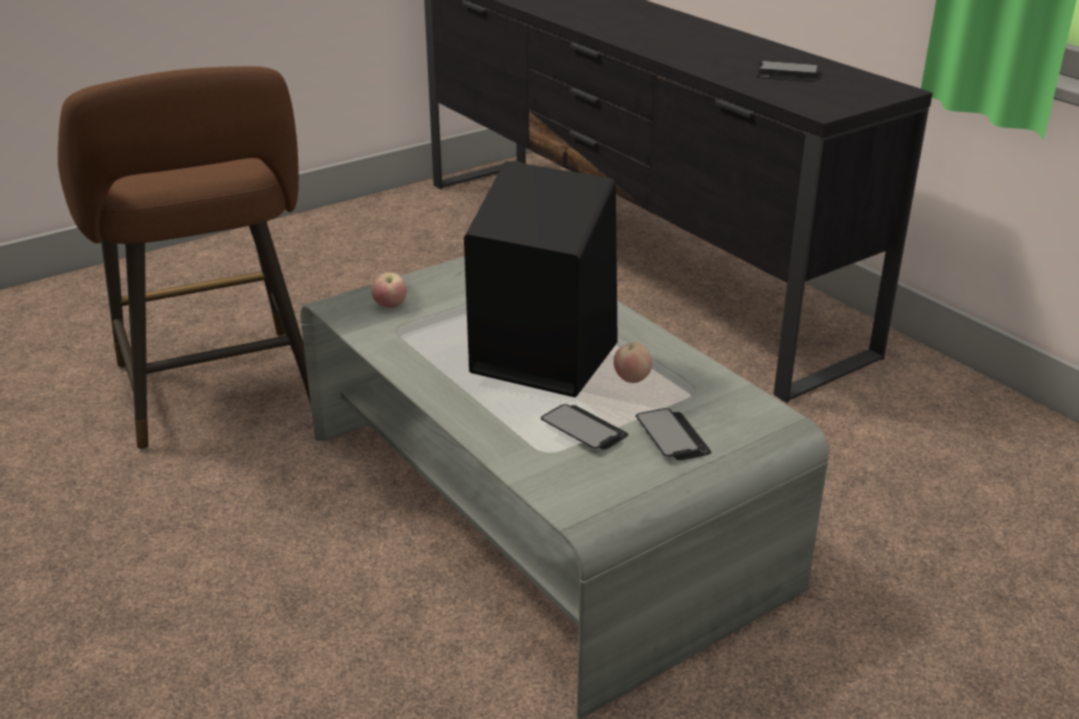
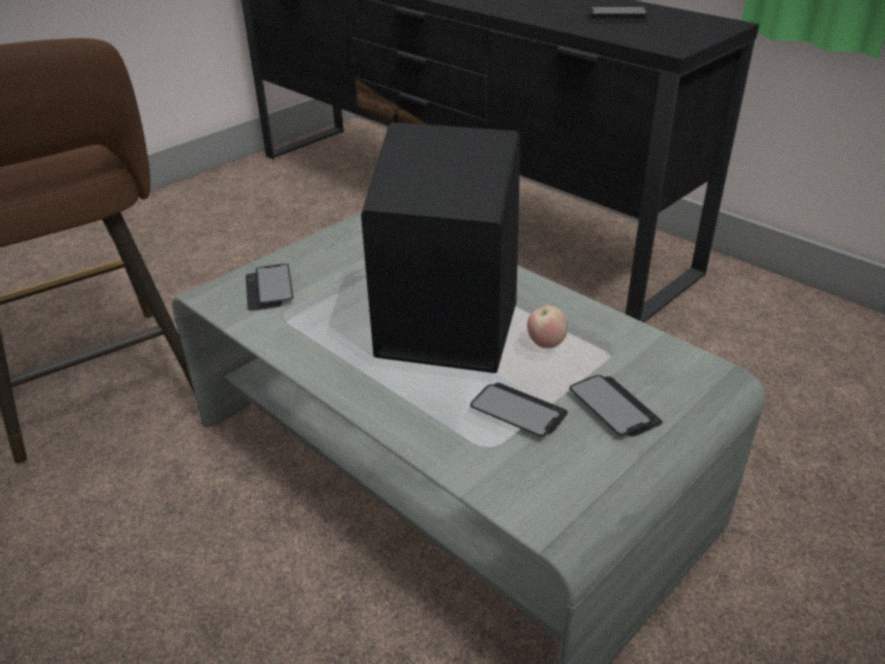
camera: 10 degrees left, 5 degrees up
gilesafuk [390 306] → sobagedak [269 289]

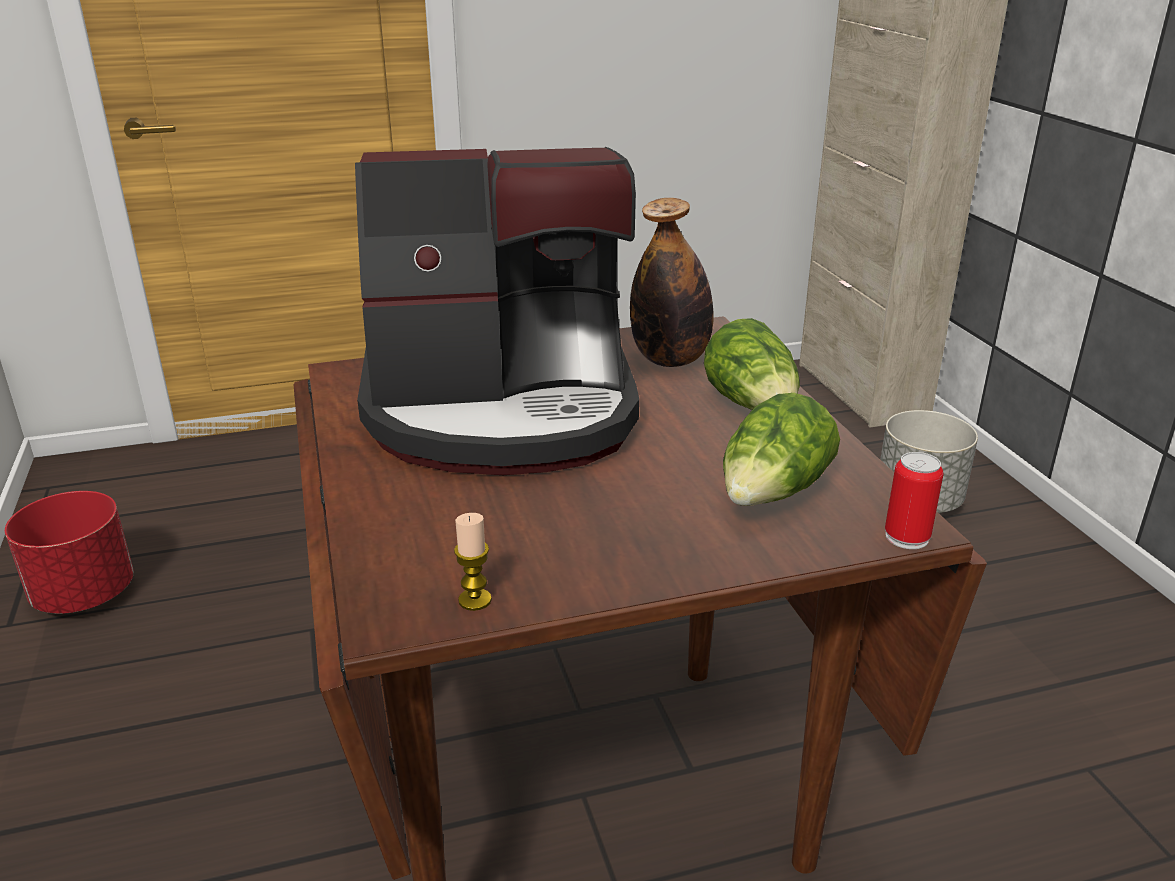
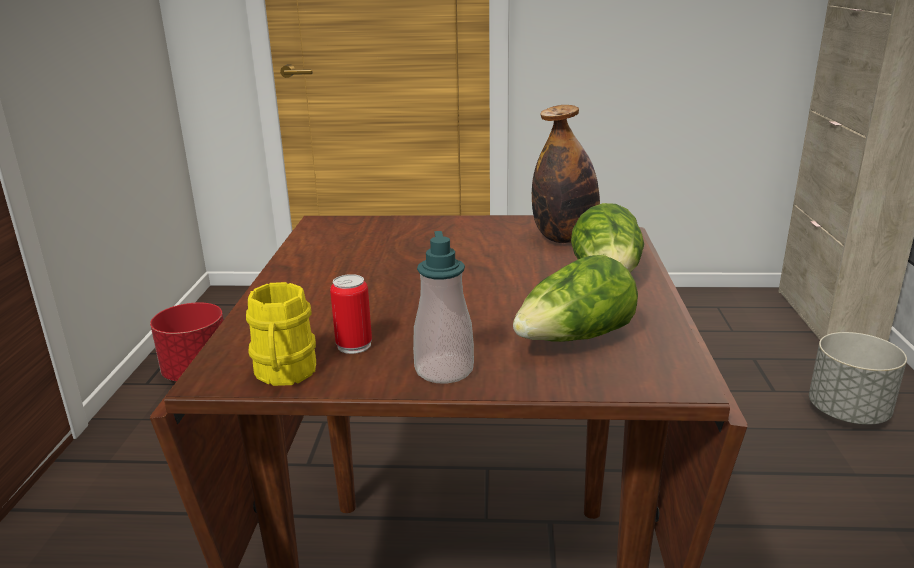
camera: 20 degrees right, 5 degrees down
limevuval [503 410] → -
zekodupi [475 600] → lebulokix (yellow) [284 374]
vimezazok [907 537] → vimezazok [354 345], move
- → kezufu [444 370]

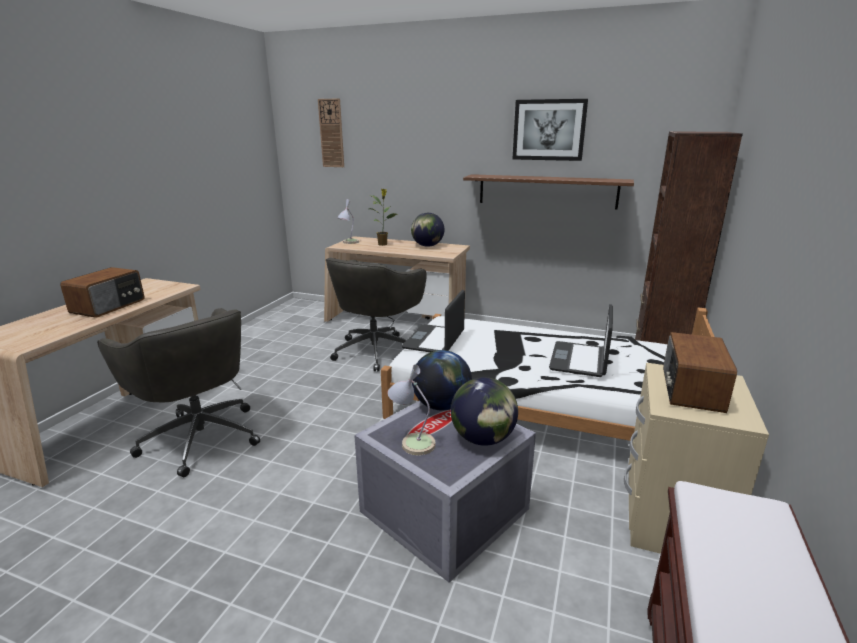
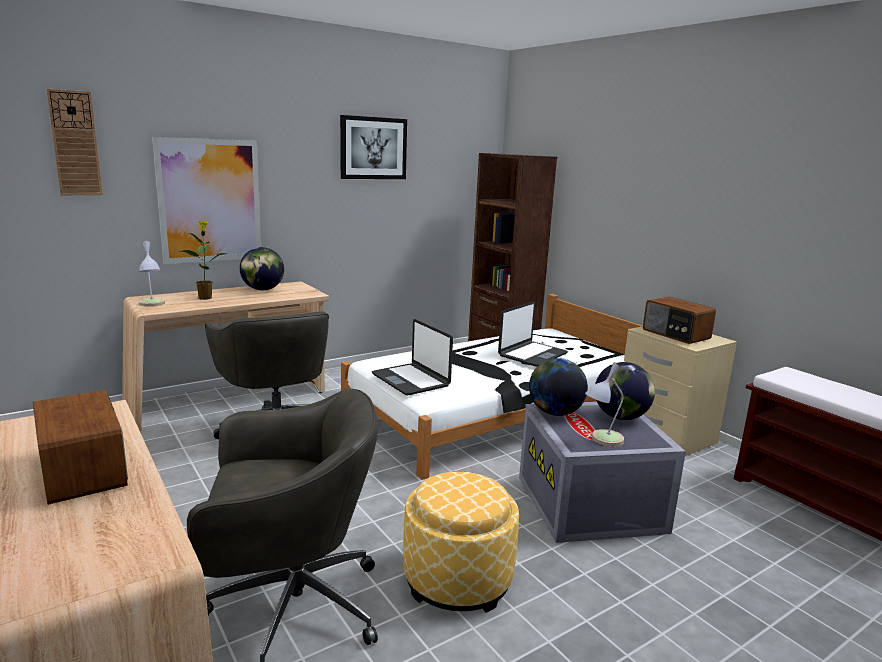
camera: 55 degrees left, 5 degrees down
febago [547 191] → -
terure [579 360] → terure [532 354], 105 degrees counterclockwise
- → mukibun [210 201]
- → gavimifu [457 579]

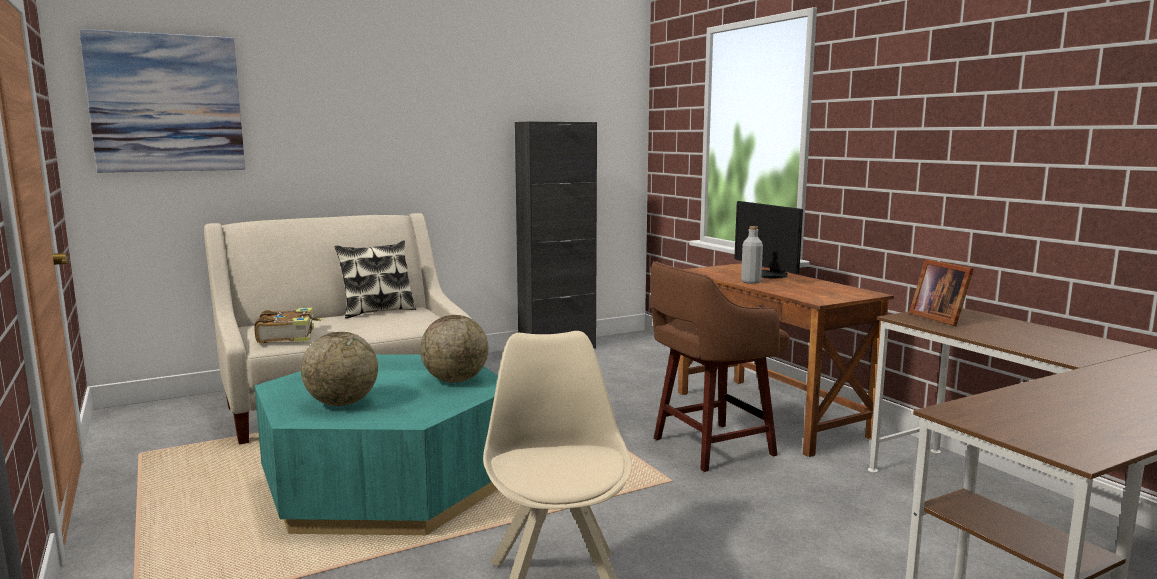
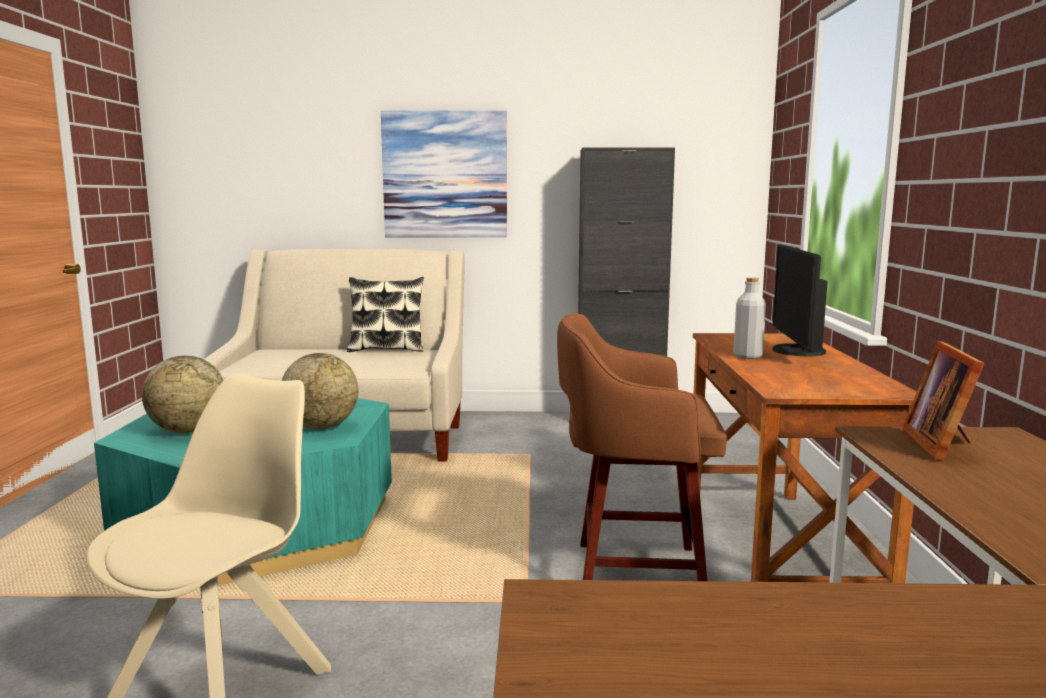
camera: 30 degrees right, 0 degrees up
mukibun [166 103] → mukibun [445 175], move
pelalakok [288 336] → -

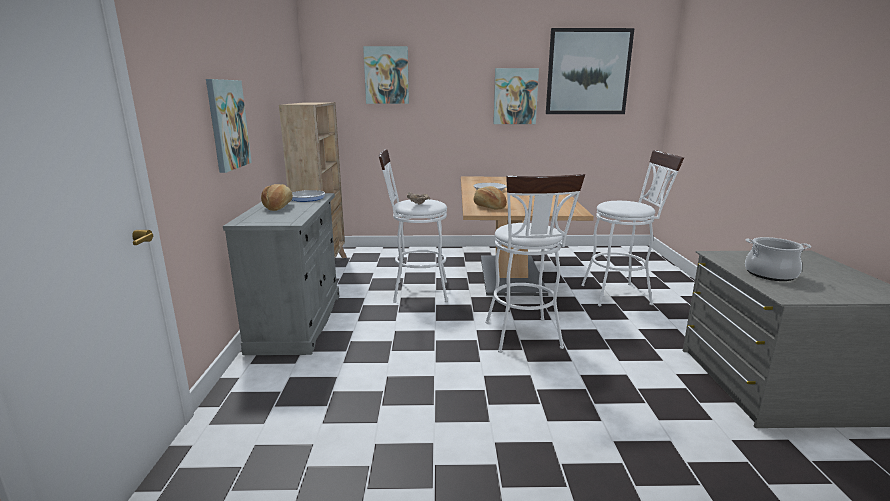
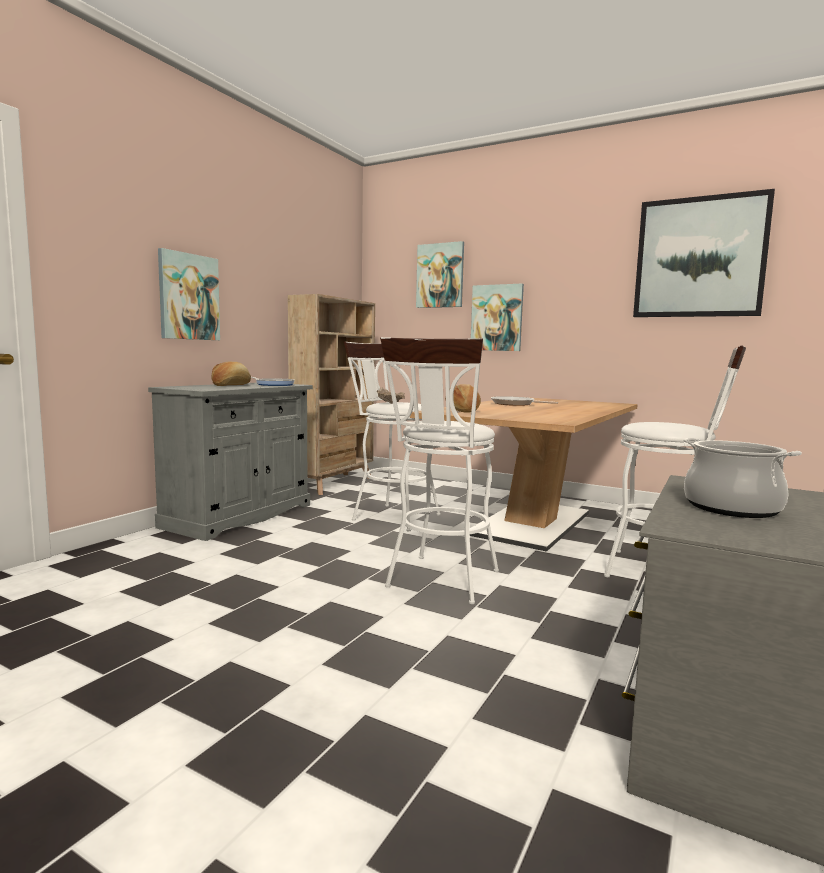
camera: 30 degrees right, 10 degrees down
mukibun [515 96] → mukibun [497 318], move

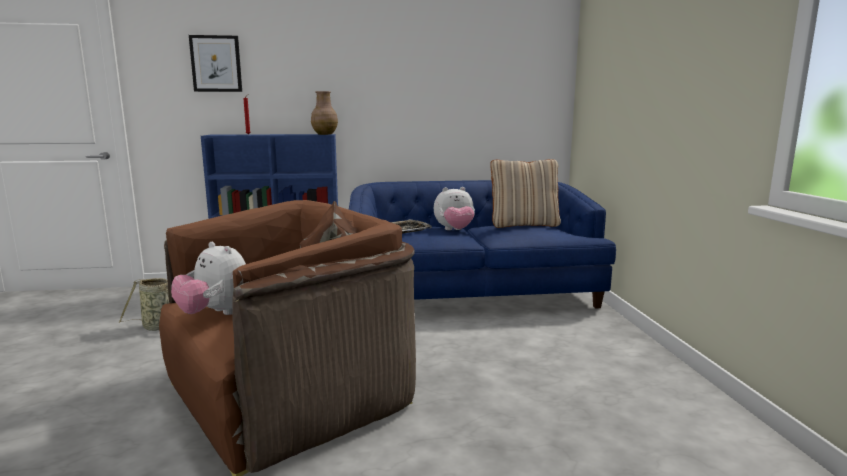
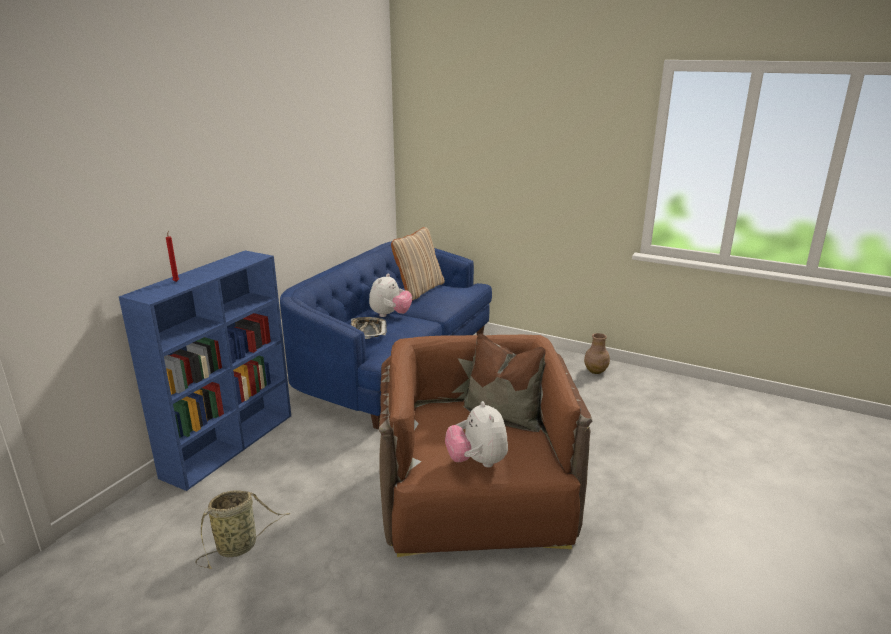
camera: 55 degrees left, 10 degrees up
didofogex [216 314] → didofogex [477 462], 90 degrees clockwise
mukibun [216 64] → -
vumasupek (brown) [324 134] → vumasupek (brown) [595 371], move

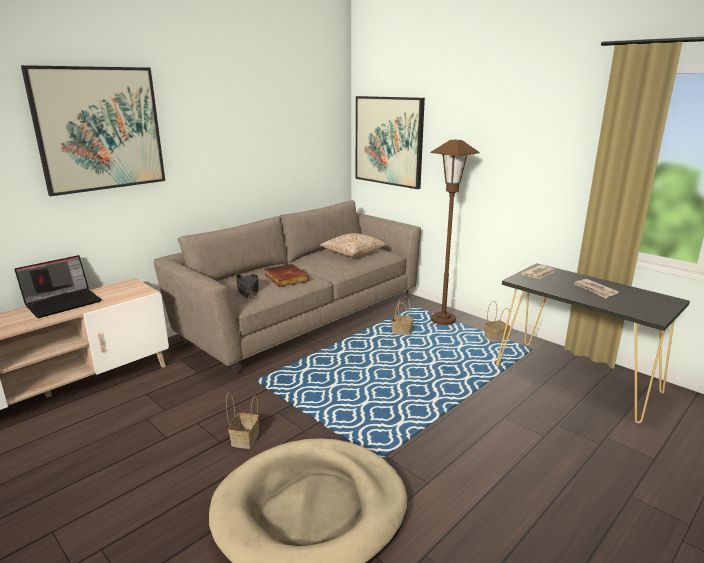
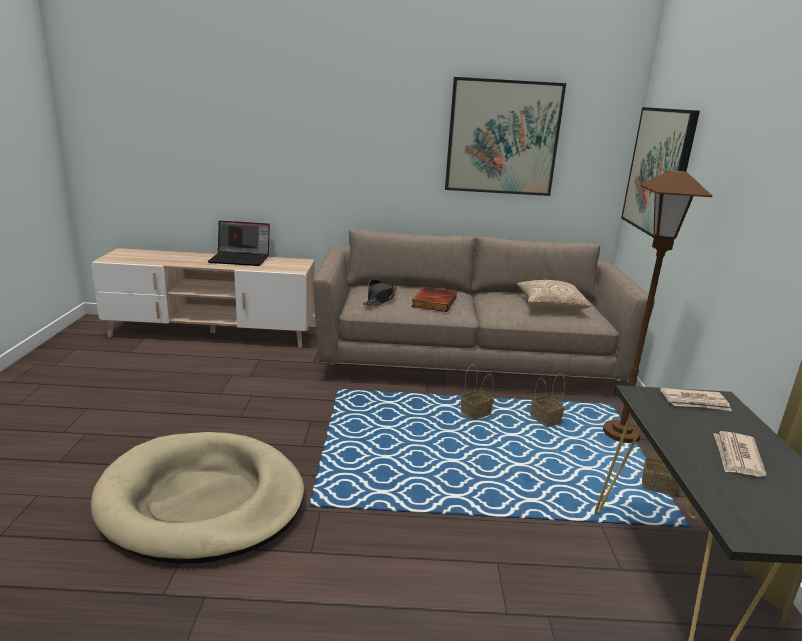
camera: 45 degrees right, 0 degrees up
mukibun [99 129] → mukibun [502 137], move
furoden [245 438] → furoden [475 413], move

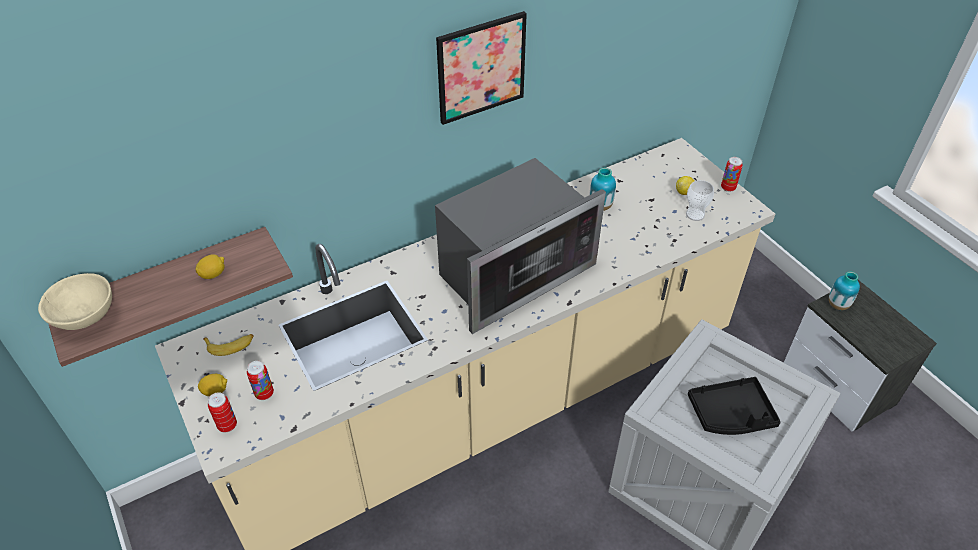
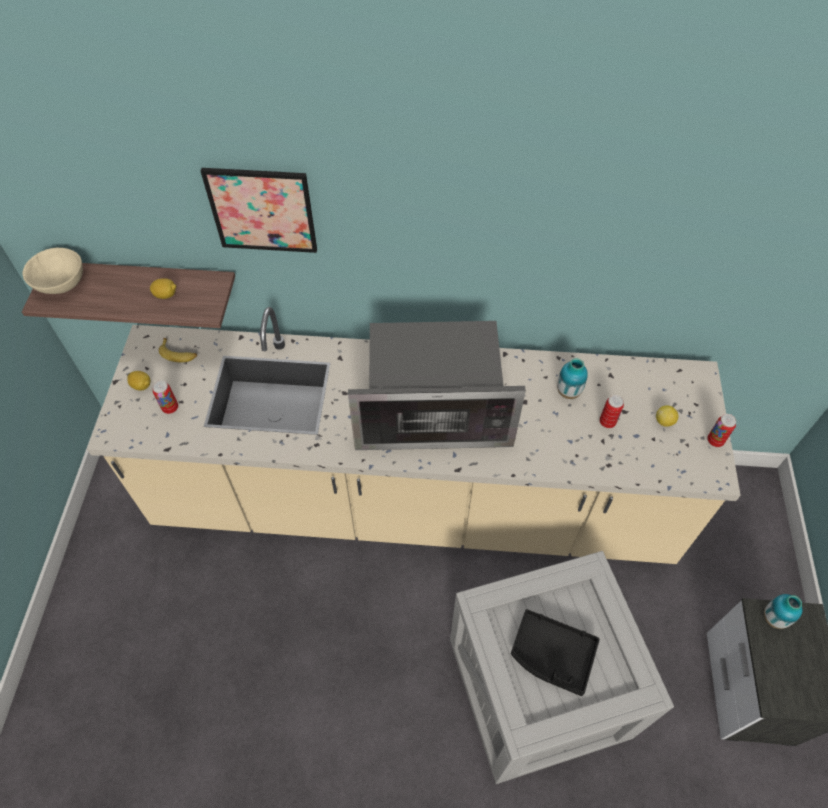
camera: 35 degrees right, 10 degrees up
vimezazok [227 425] → vimezazok [607 422], move
mukibun [481 68] → mukibun [262 210], move
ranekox [695 214] → -

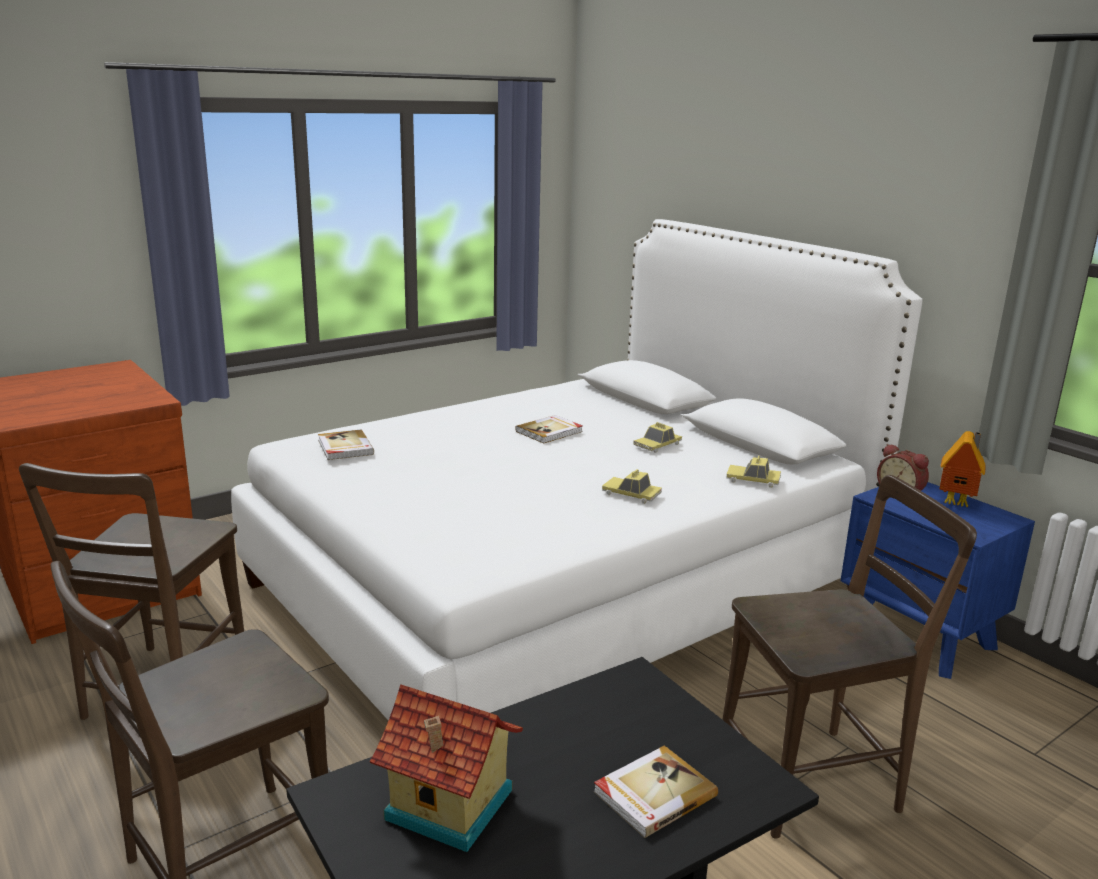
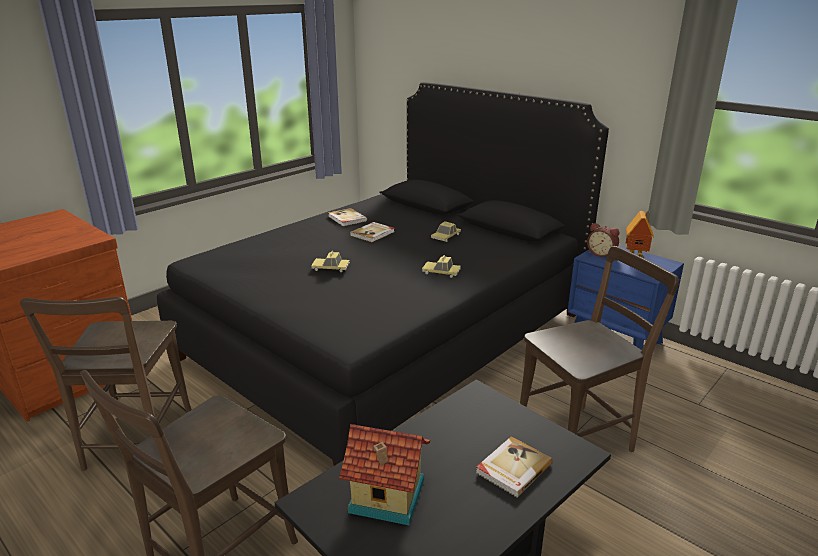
camera: 10 degrees left, 5 degrees up
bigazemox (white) [561 585] → bigazemox (black) [389 334]
pelalakok [344 447] → pelalakok [347 219], move
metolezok [753 480] → metolezok [330 267], move

